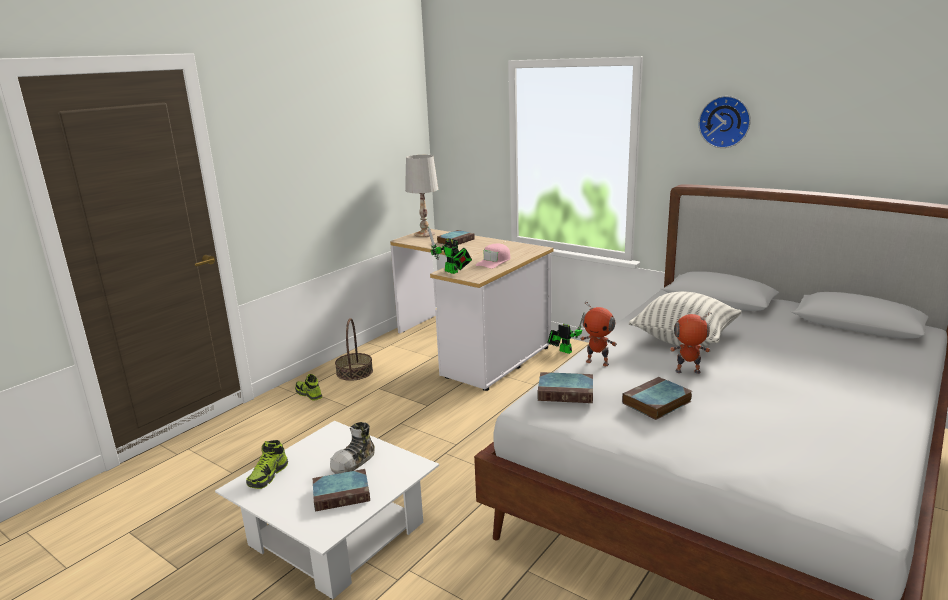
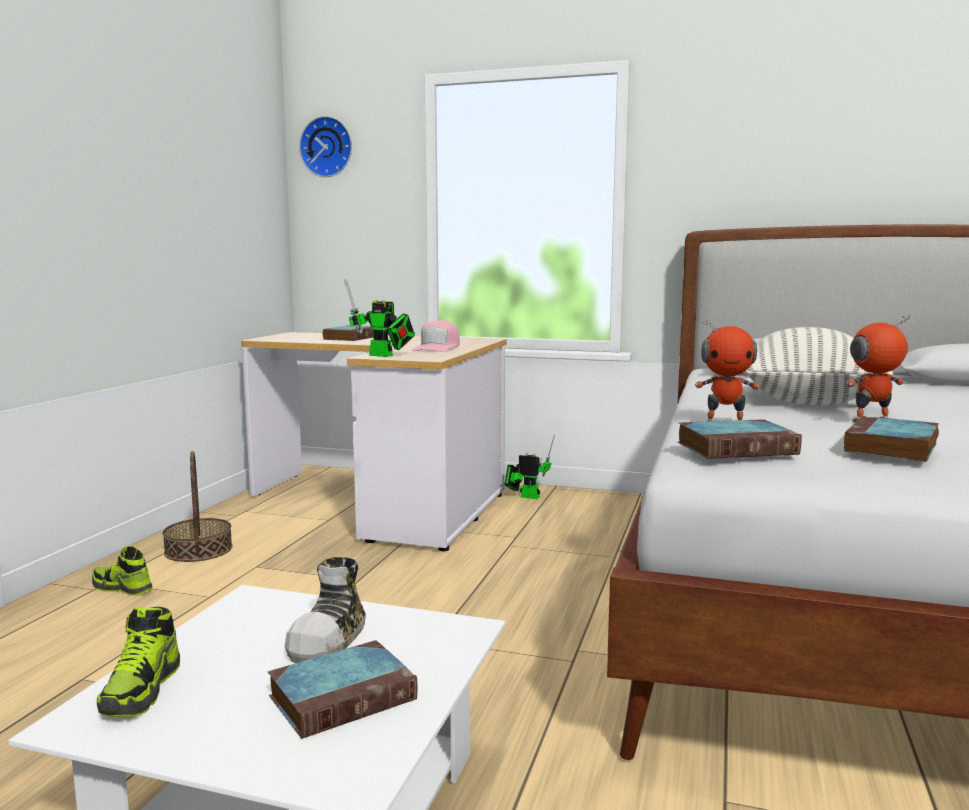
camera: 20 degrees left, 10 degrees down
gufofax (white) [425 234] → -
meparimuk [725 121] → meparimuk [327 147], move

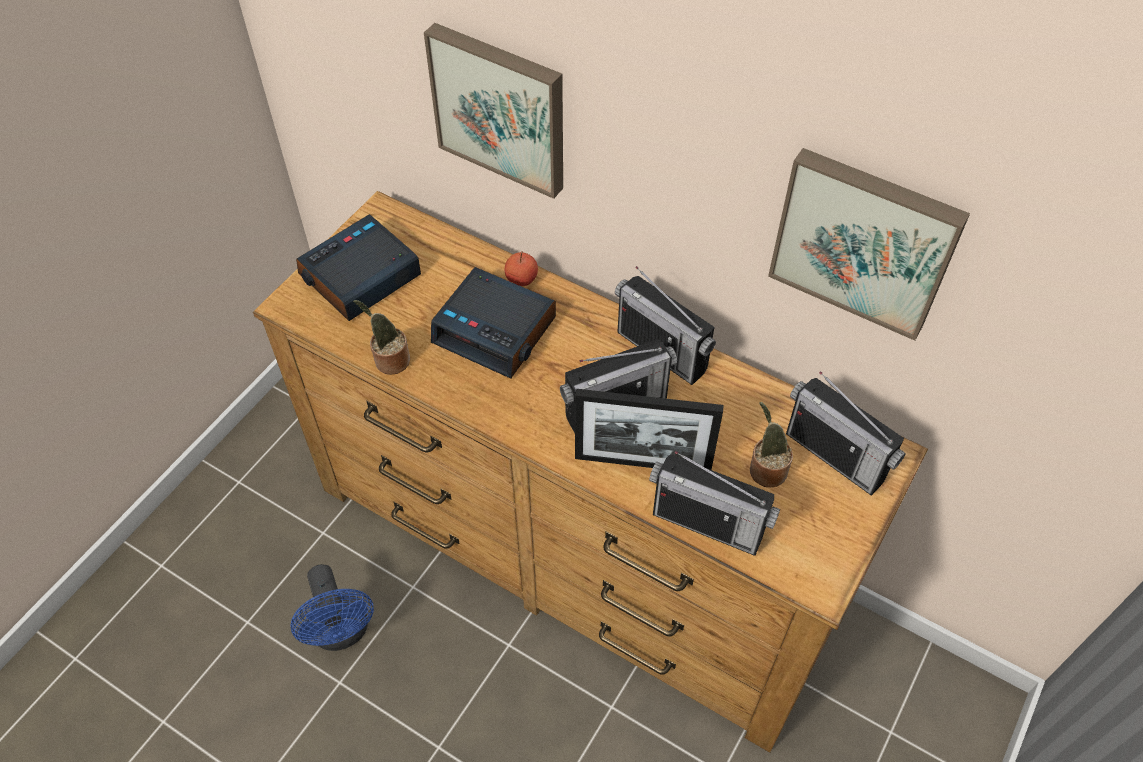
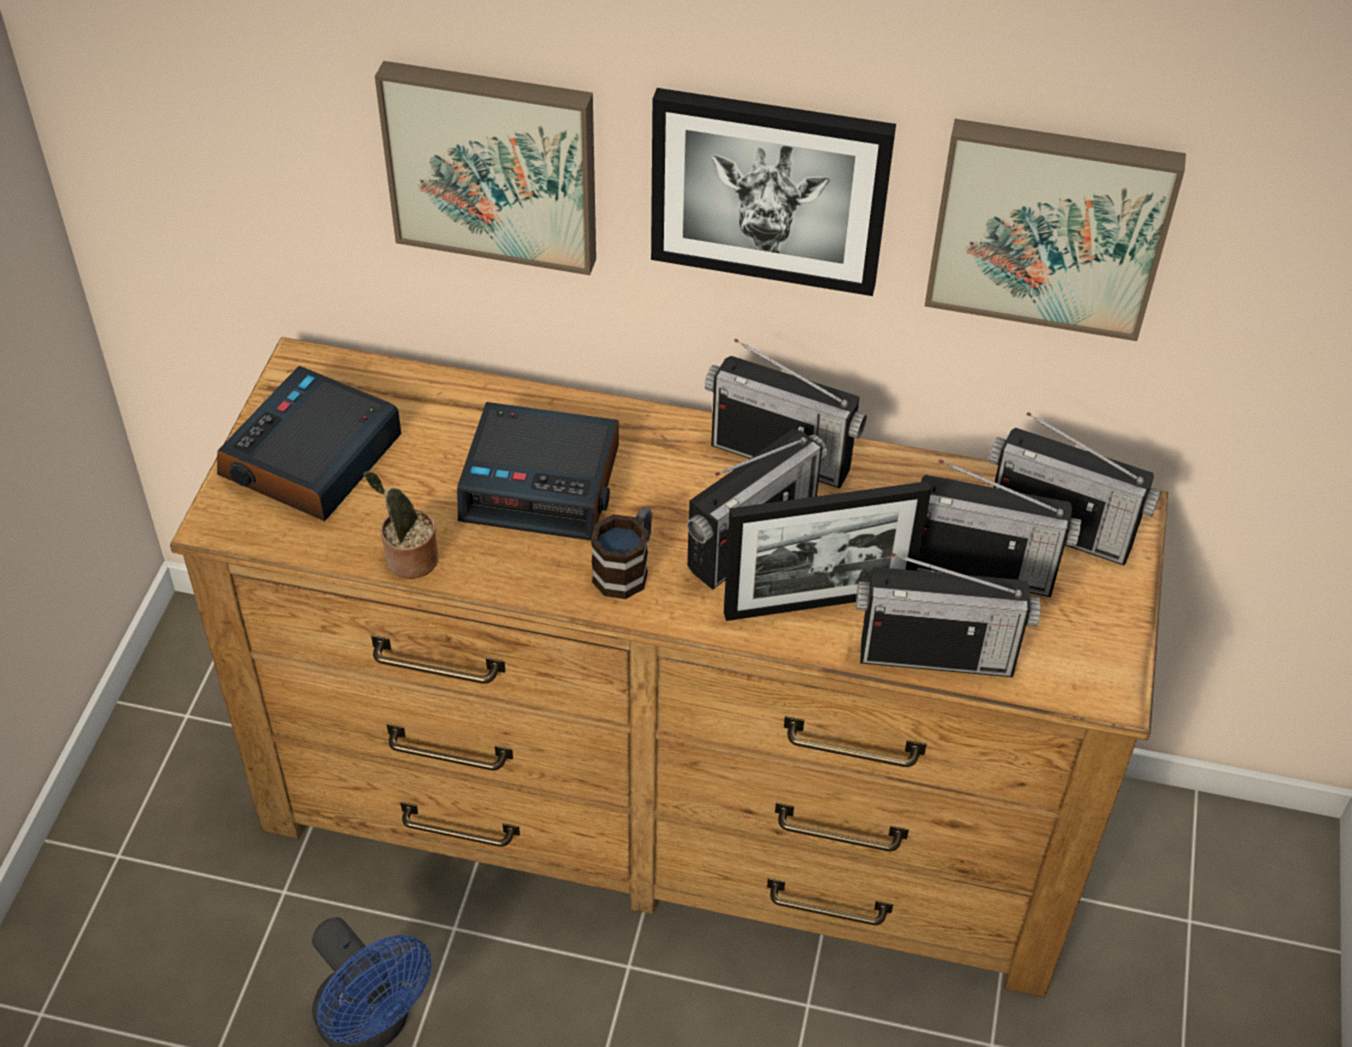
camera: 20 degrees left, 5 degrees down
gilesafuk [521 279] → -
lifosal [765 469] → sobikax [980 569]
- → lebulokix [626 568]
- → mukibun [769 189]

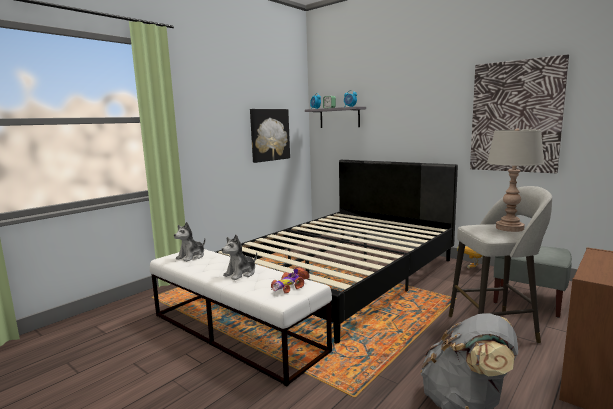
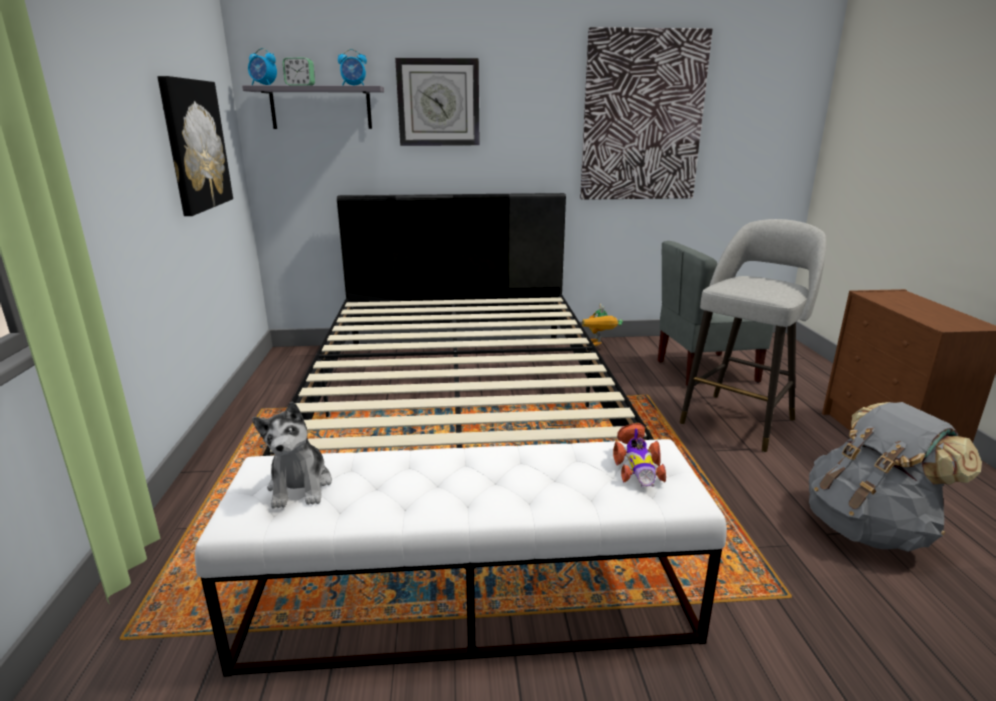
camera: 45 degrees left, 10 degrees up
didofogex [241 274] → -
gufofax (grey) [509 228] → -
- → meparimuk [438 103]

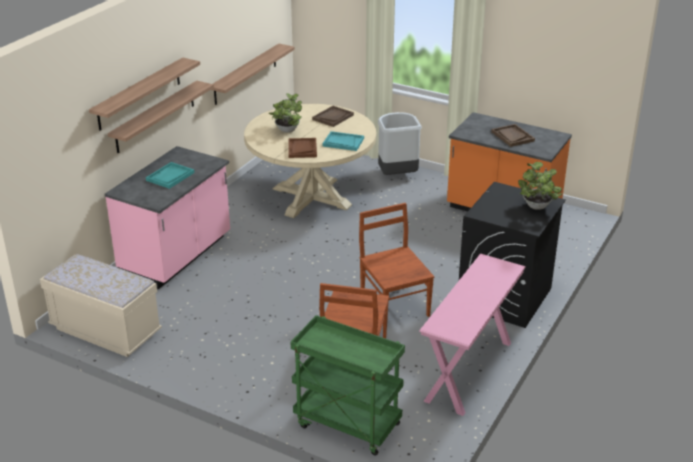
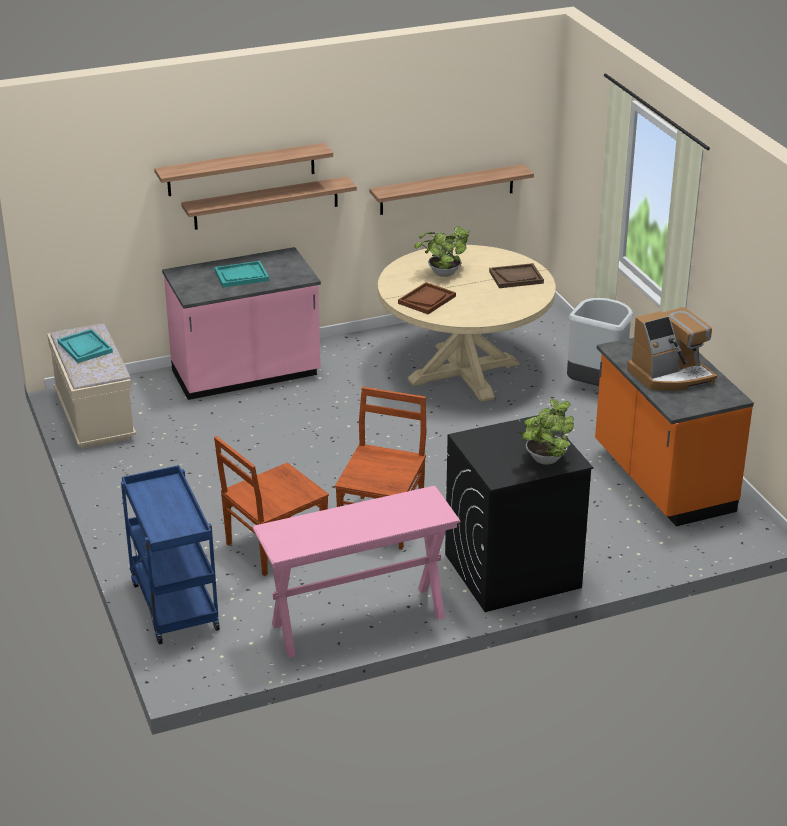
camera: 40 degrees right, 0 degrees up
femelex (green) [346 425] → femelex (blue) [173 605]
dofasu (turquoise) [343 142] → dofasu (turquoise) [85 347], move
dofasu (brown) [512 136] → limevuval [671 375]

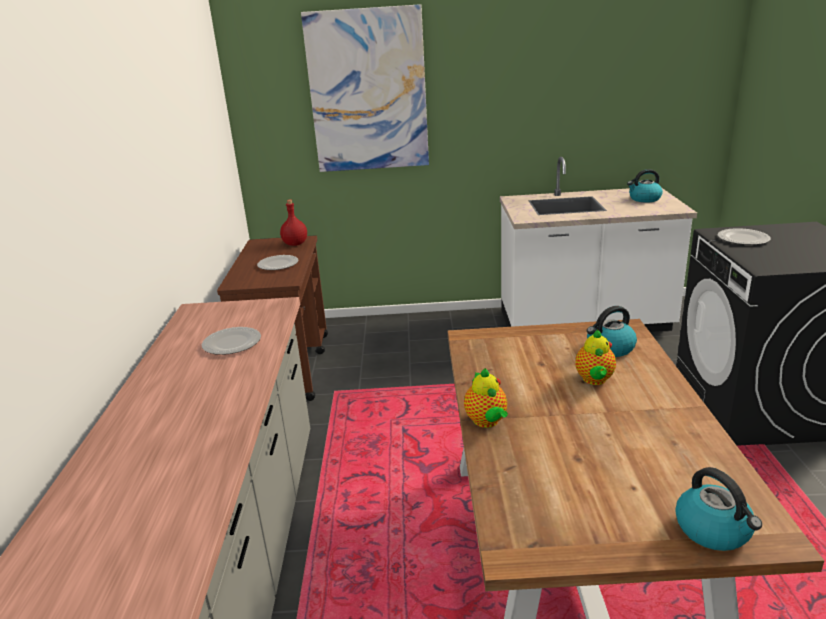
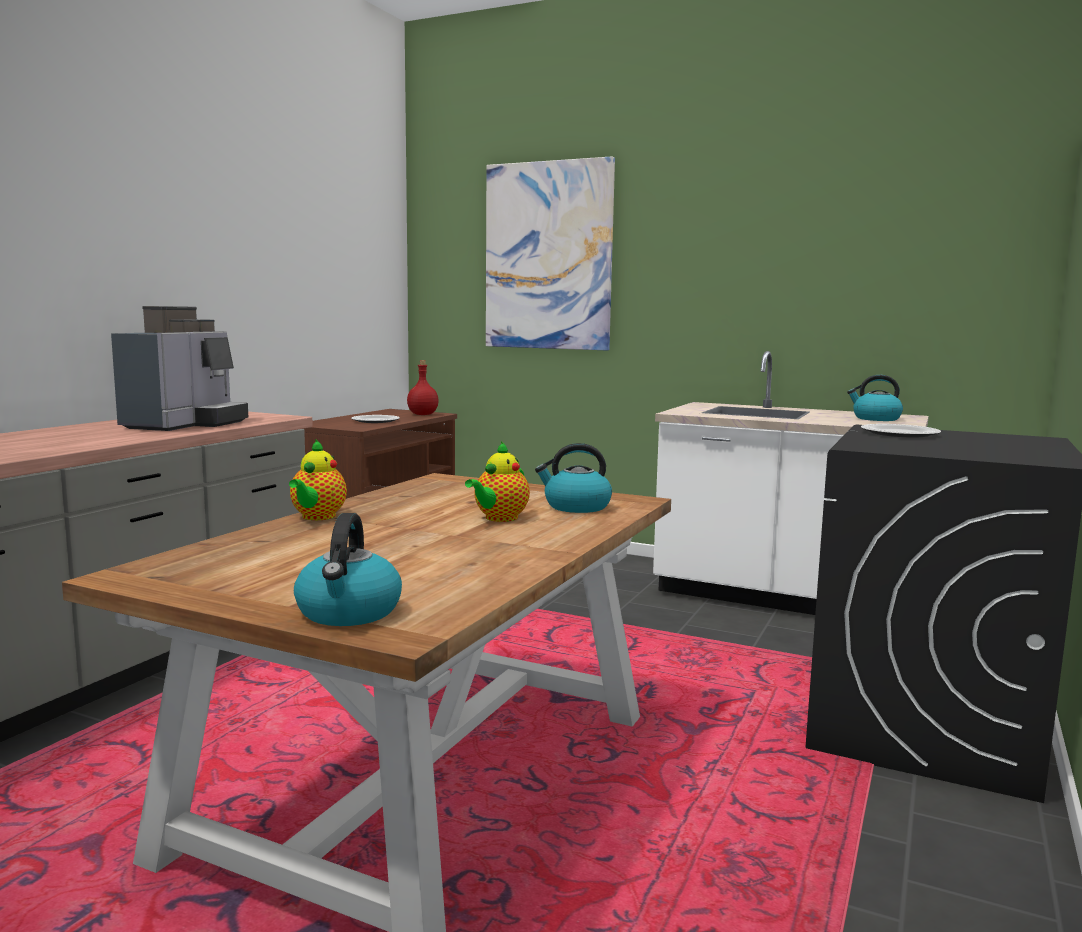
camera: 25 degrees right, 15 degrees down
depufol [231 343] → limevuval [186 424]

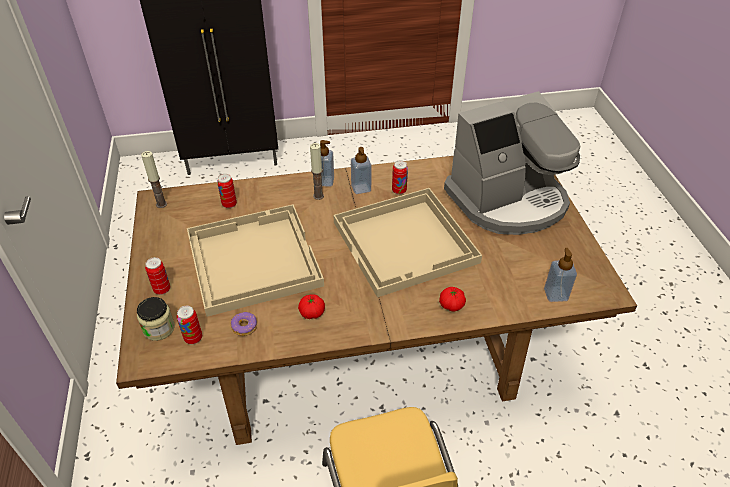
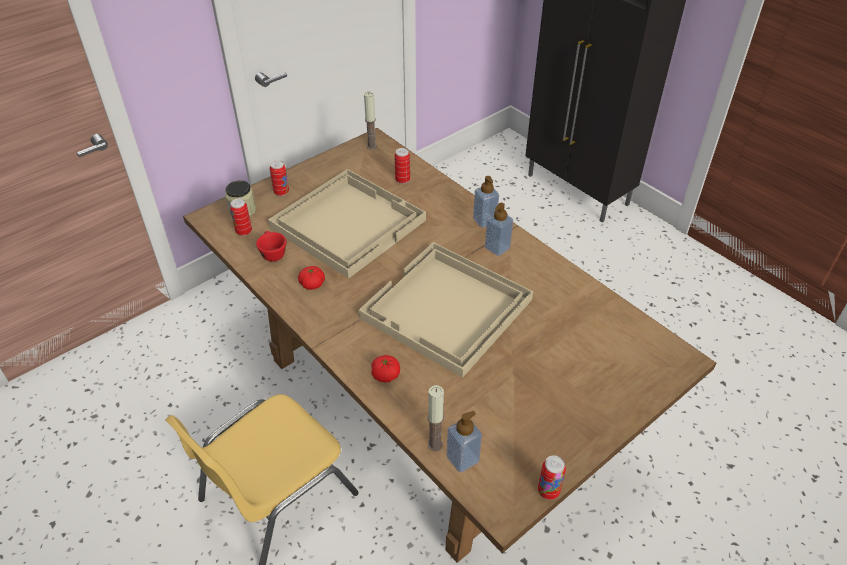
camera: 60 degrees right, 0 degrees up
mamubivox [244 327] → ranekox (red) [272 253]
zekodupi [318 196] → zekodupi [435 444], move
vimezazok [399 191] → vimezazok [548 491], move
limevuval [508 200] → -

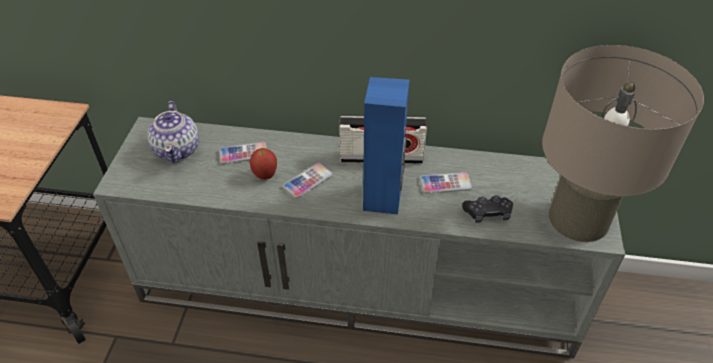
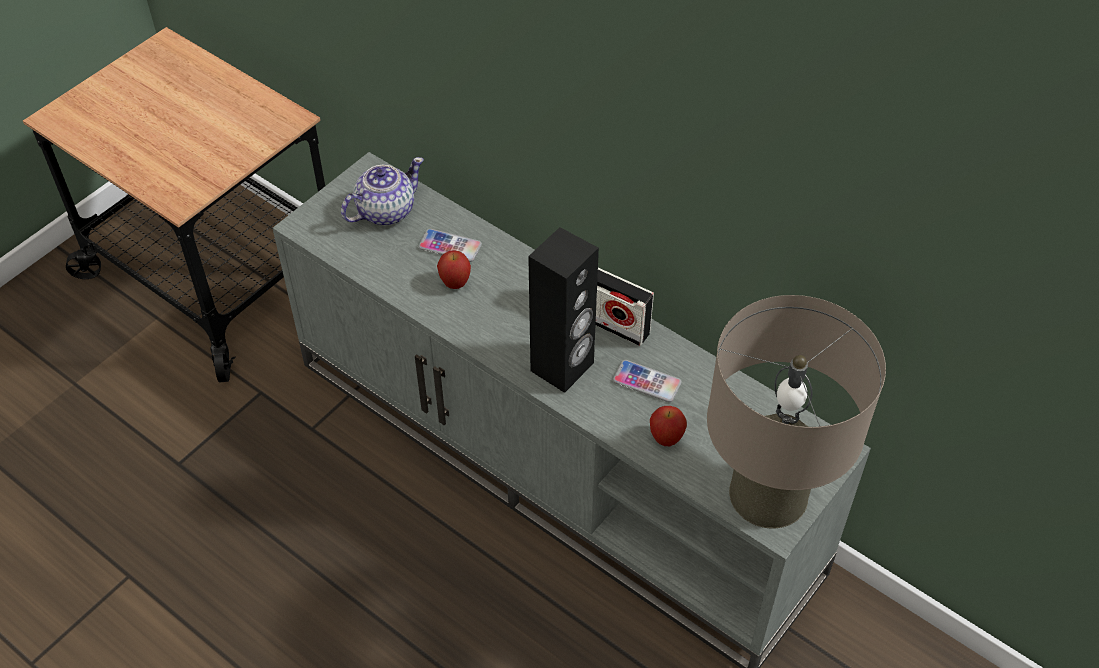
camera: 30 degrees right, 5 degrees up
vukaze [178 149] → vukaze [385 211], 150 degrees counterclockwise
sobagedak [308 181] → -
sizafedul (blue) [383 198] → sizafedul (black) [563 367]
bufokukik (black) [487 214] → gilesafuk [666 439]

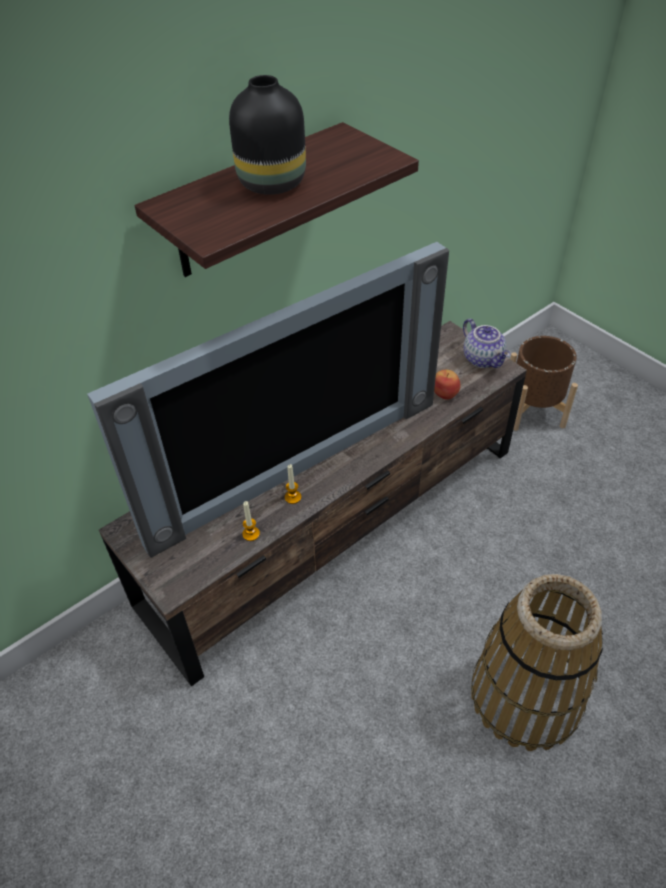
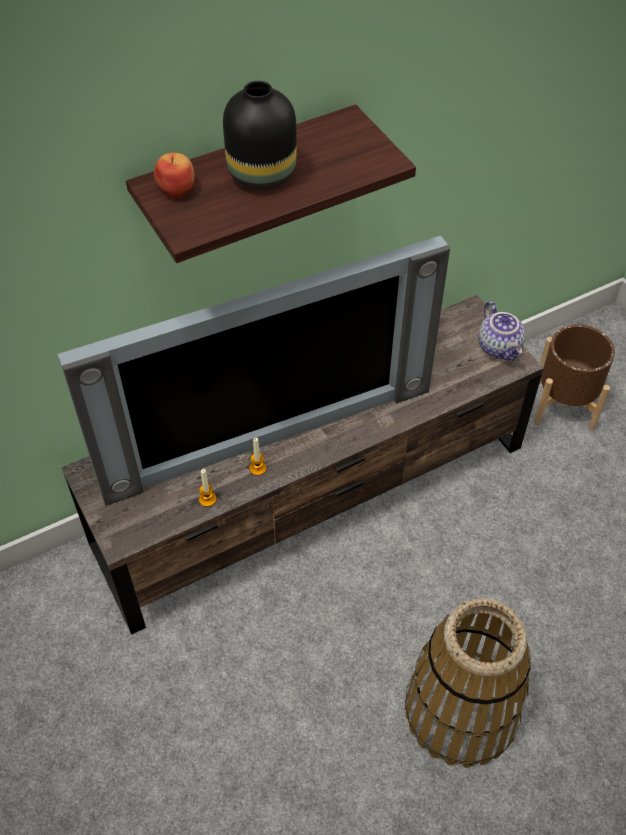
camera: 10 degrees right, 5 degrees up
gilesafuk [445 393] → gilesafuk [177 189], move

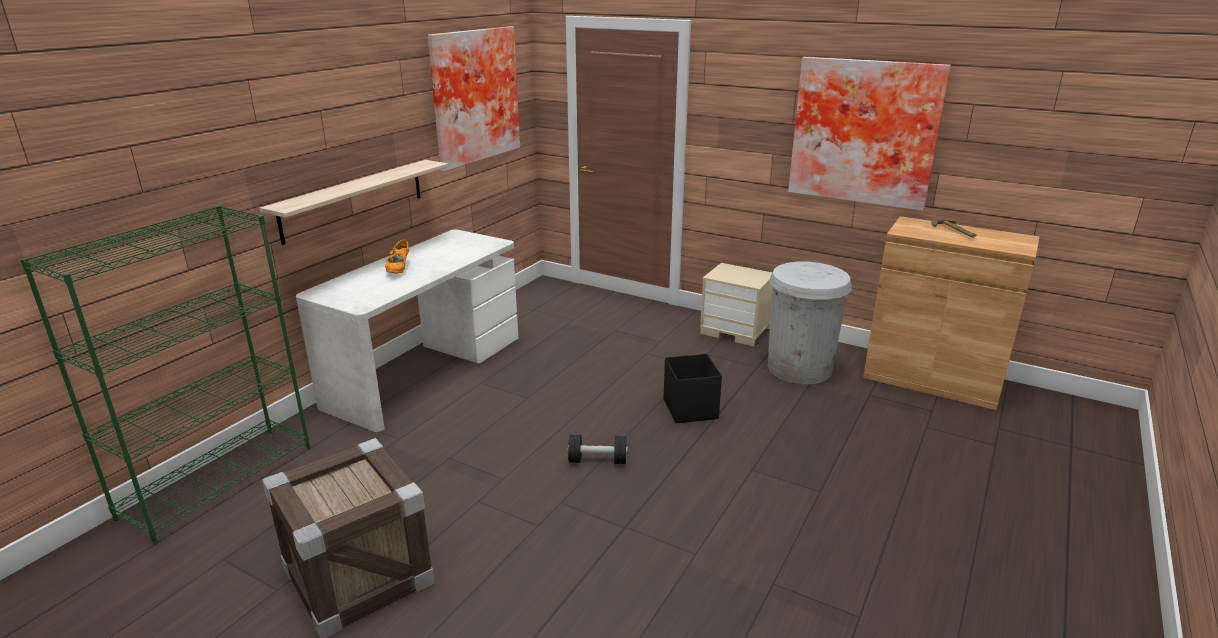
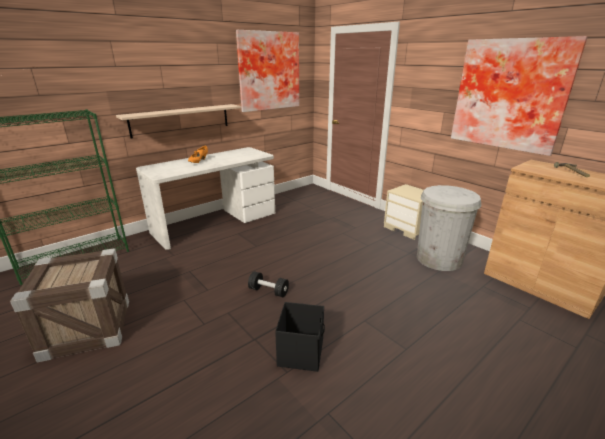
camera: 20 degrees right, 0 degrees up
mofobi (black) [690 408] → mofobi (black) [301 352], move

